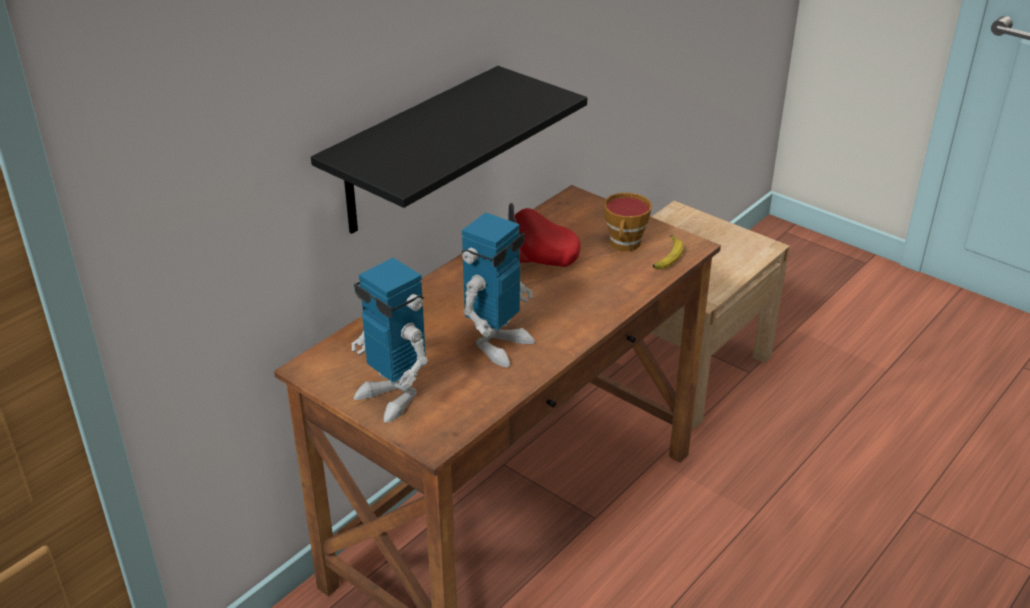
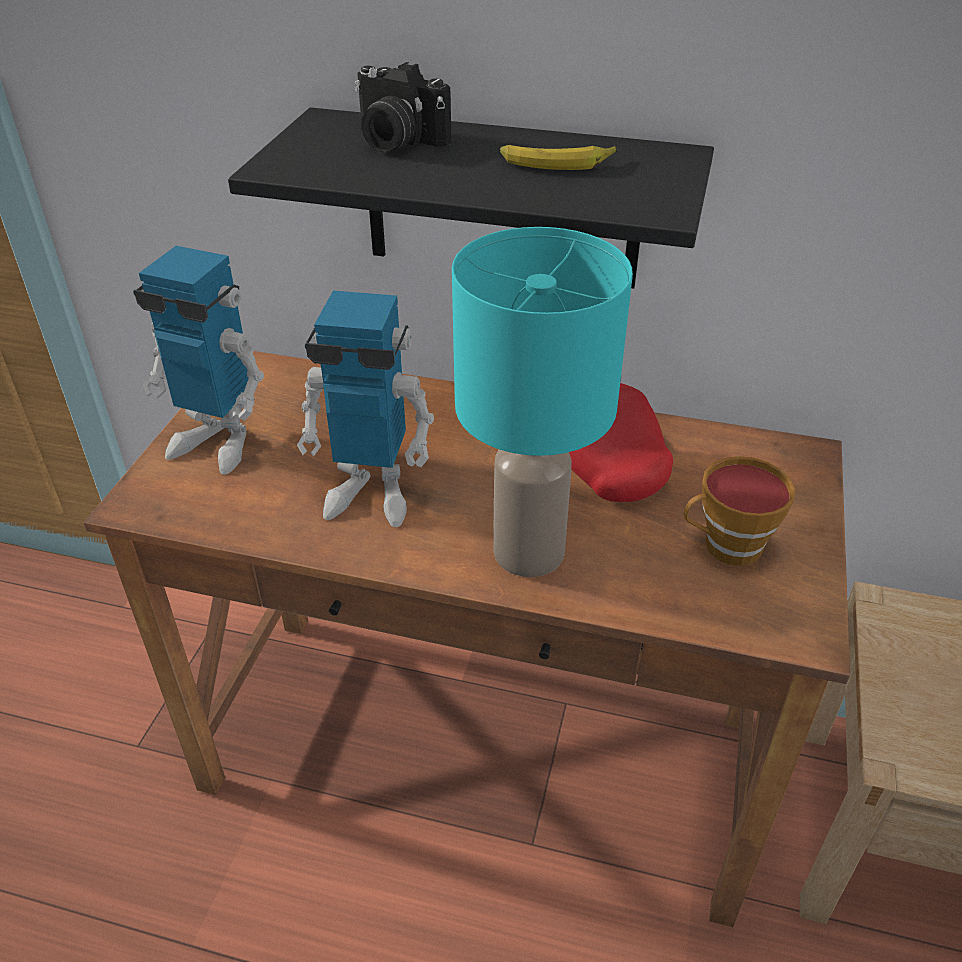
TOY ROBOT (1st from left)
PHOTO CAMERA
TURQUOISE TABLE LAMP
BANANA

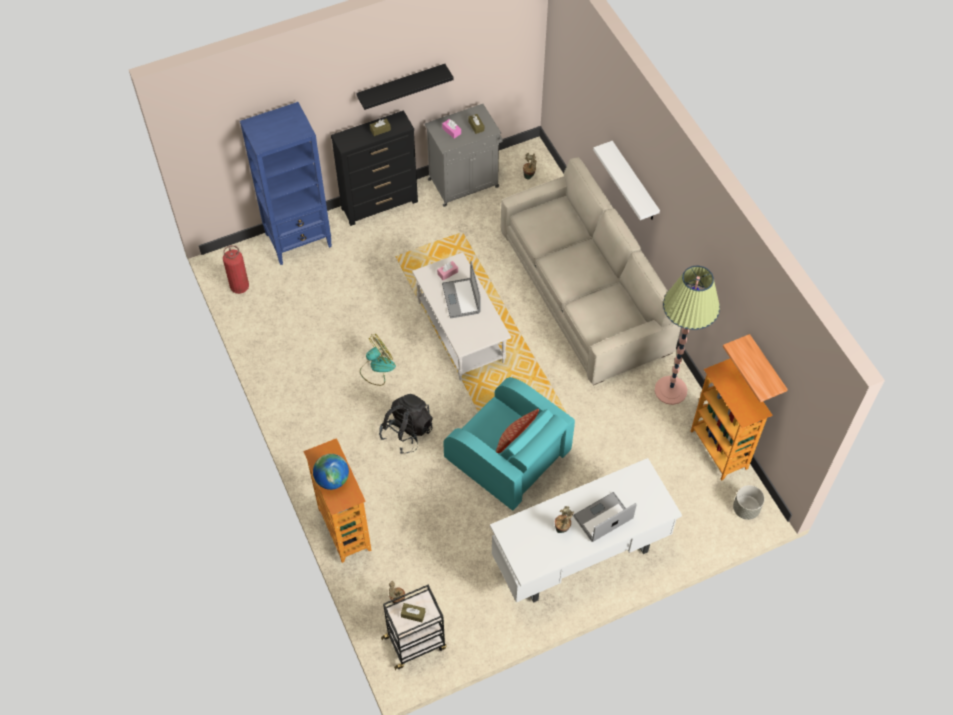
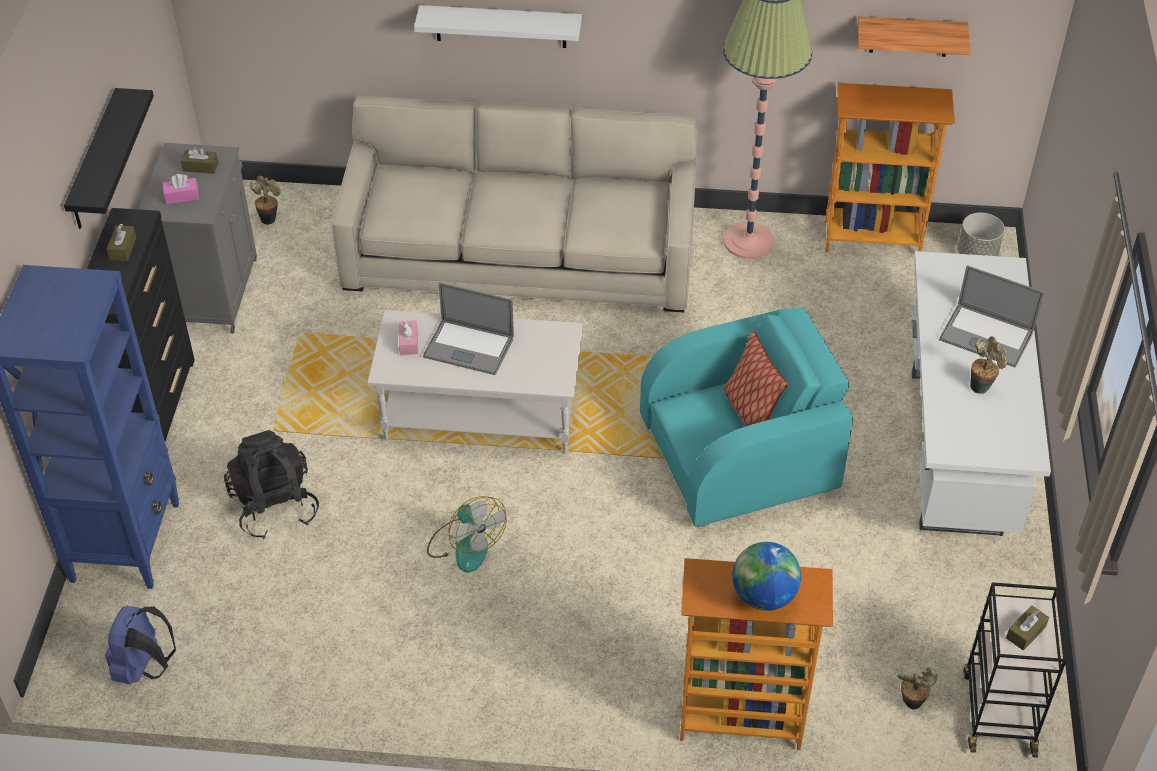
BLUE BACKPACK
BLACK BACKPACK
FAN
LAPTOP (2nd from left)

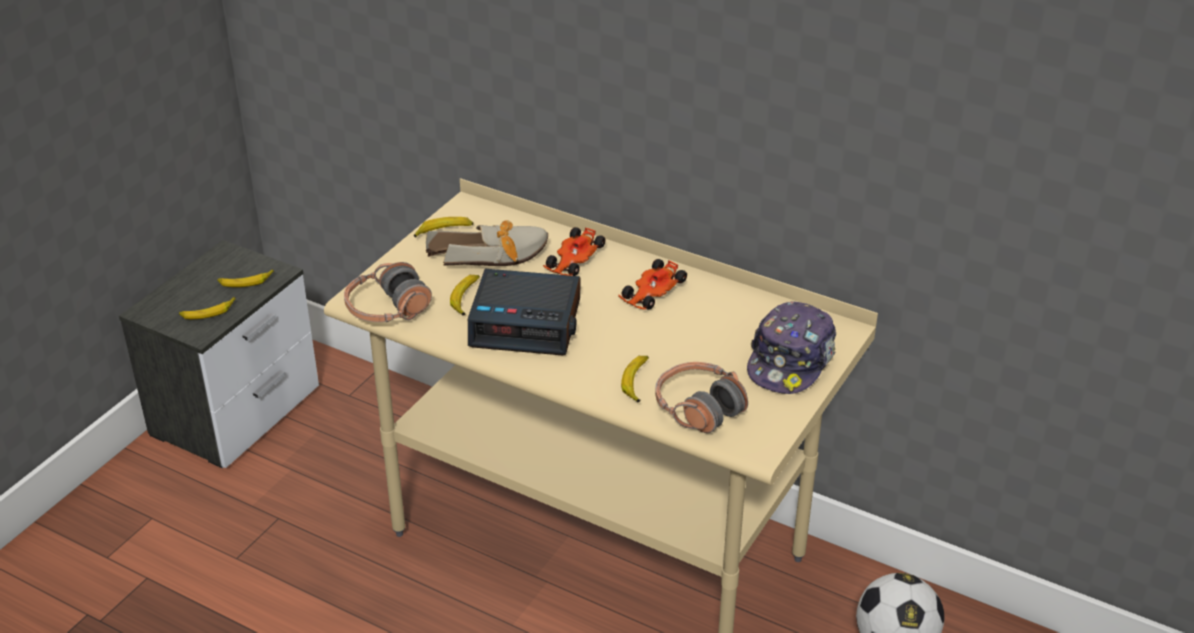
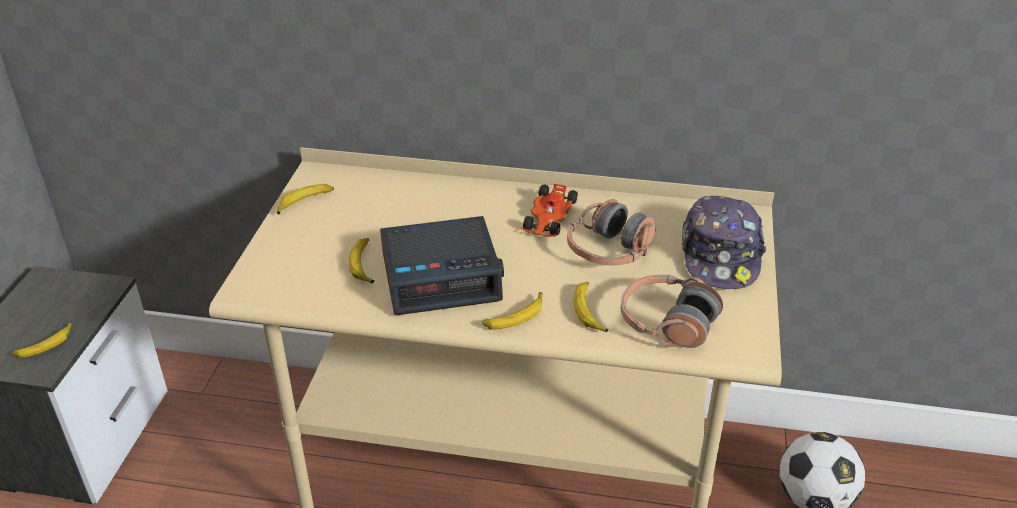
BANANA (4th from left)
HEADPHONES (1st from left)
SHOE
TOY CAR (1st from left in the first image)

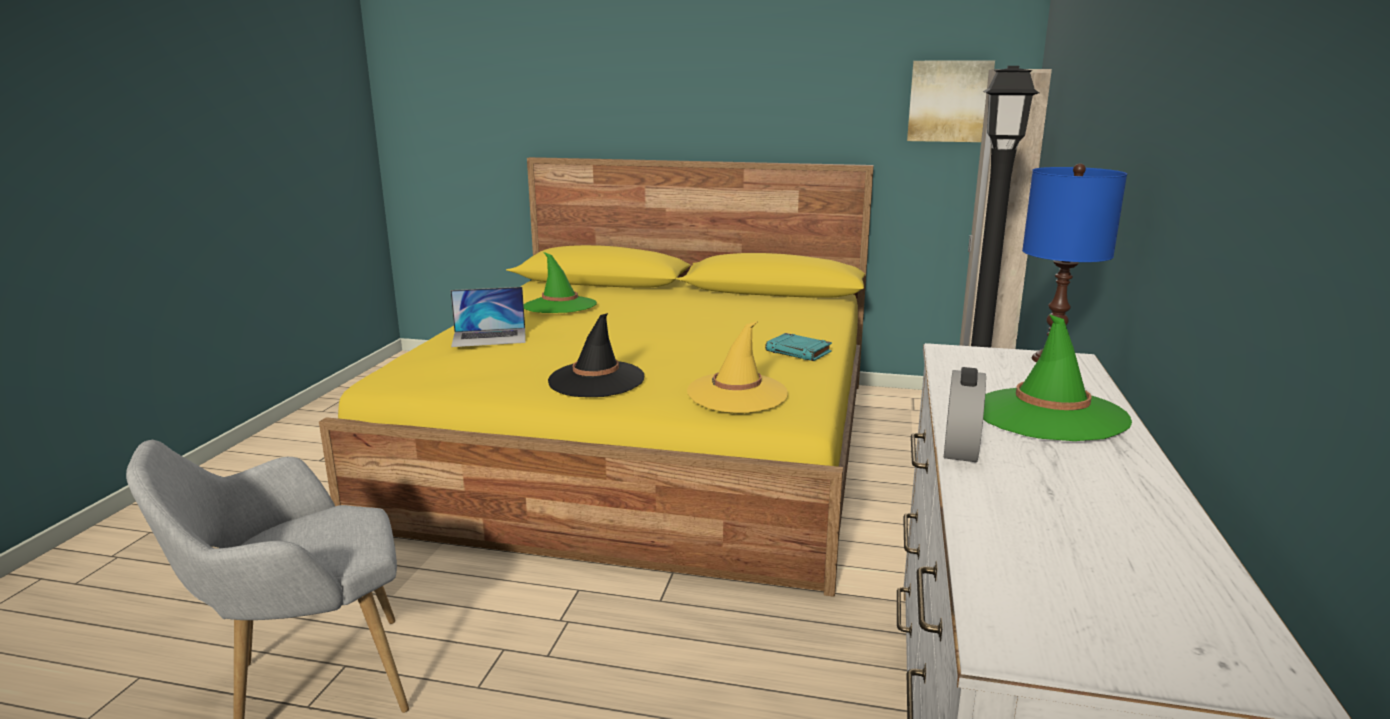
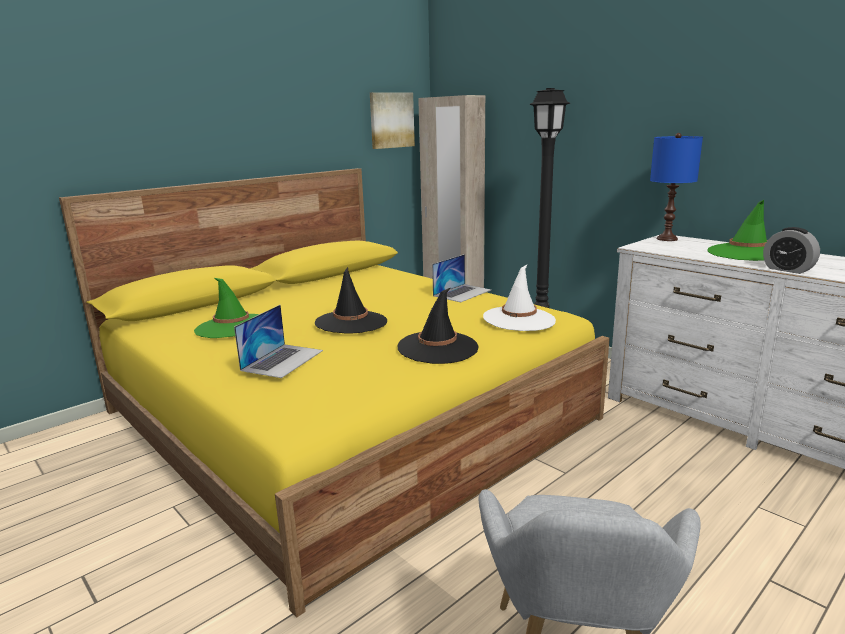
BLACK HAT (1st from left)
LAPTOP (2nd from left)
WHITE HAT

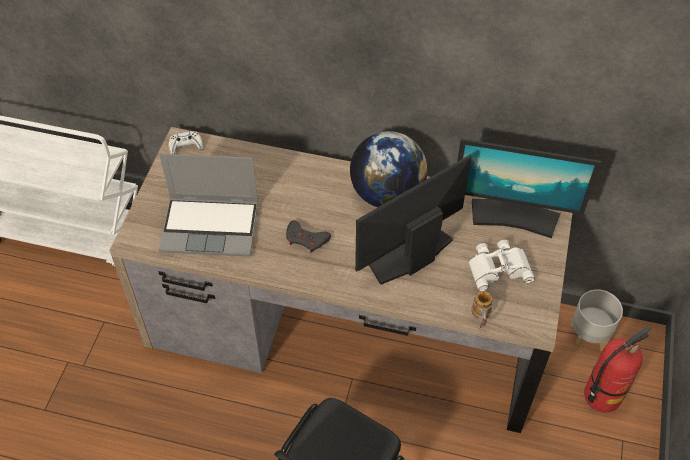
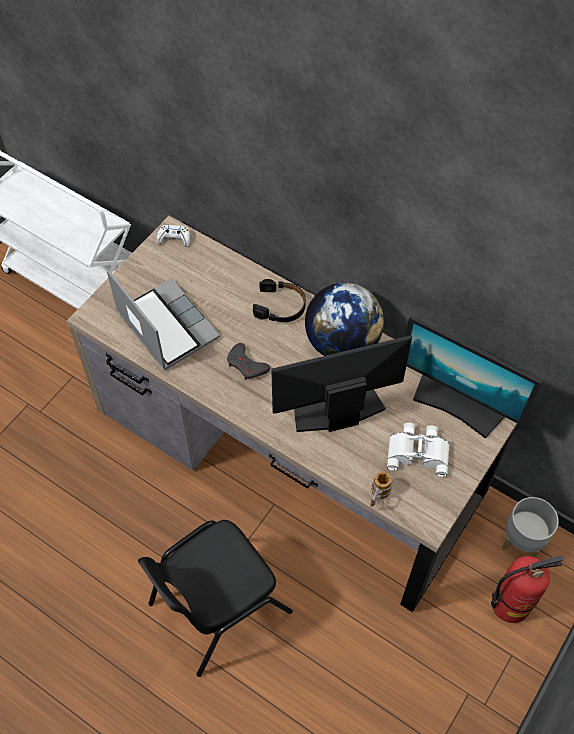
LAPTOP
BLACK HEADPHONES

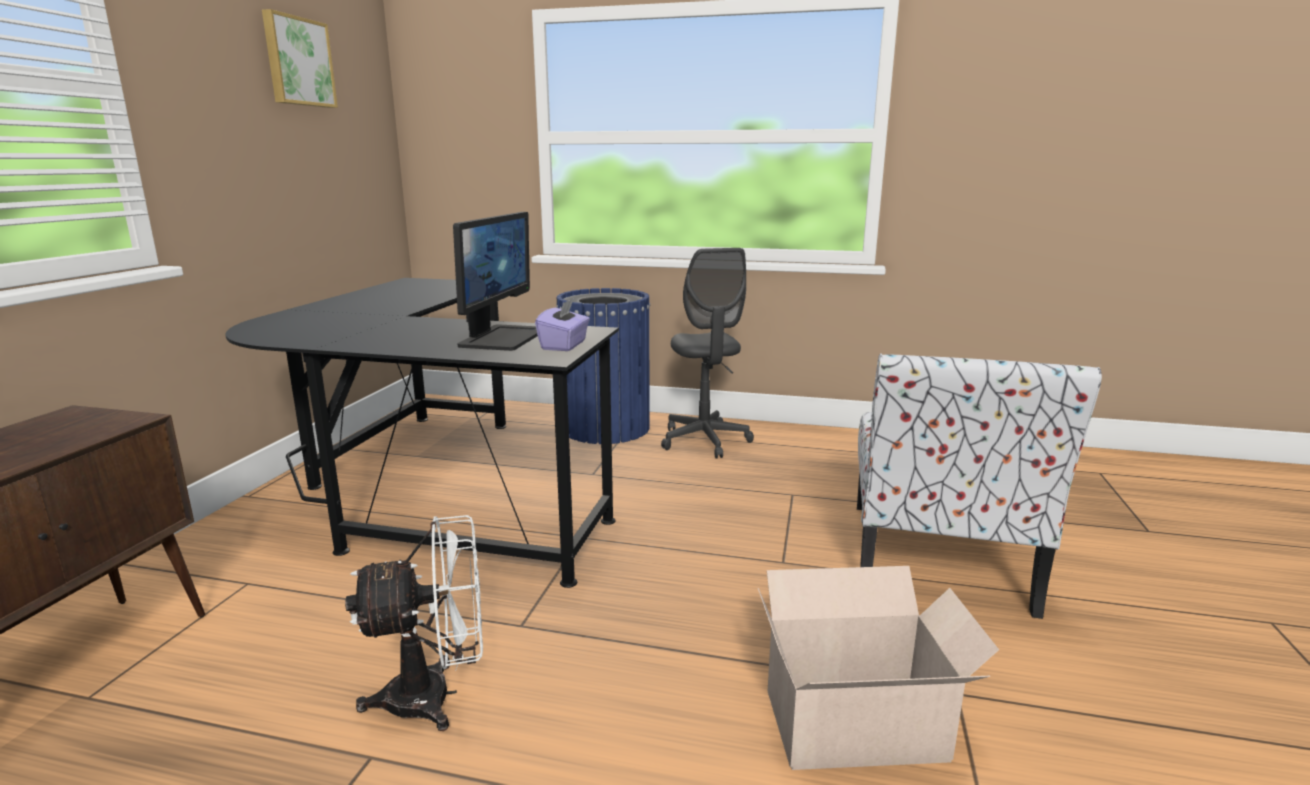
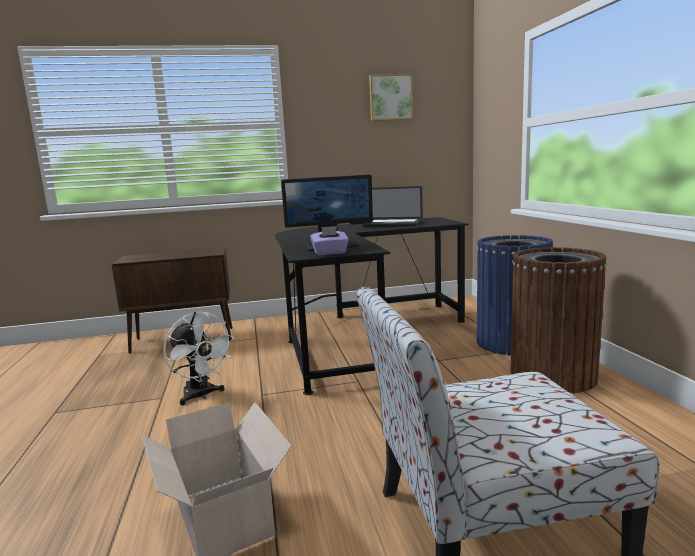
LAPTOP
BROWN TRASH CAN

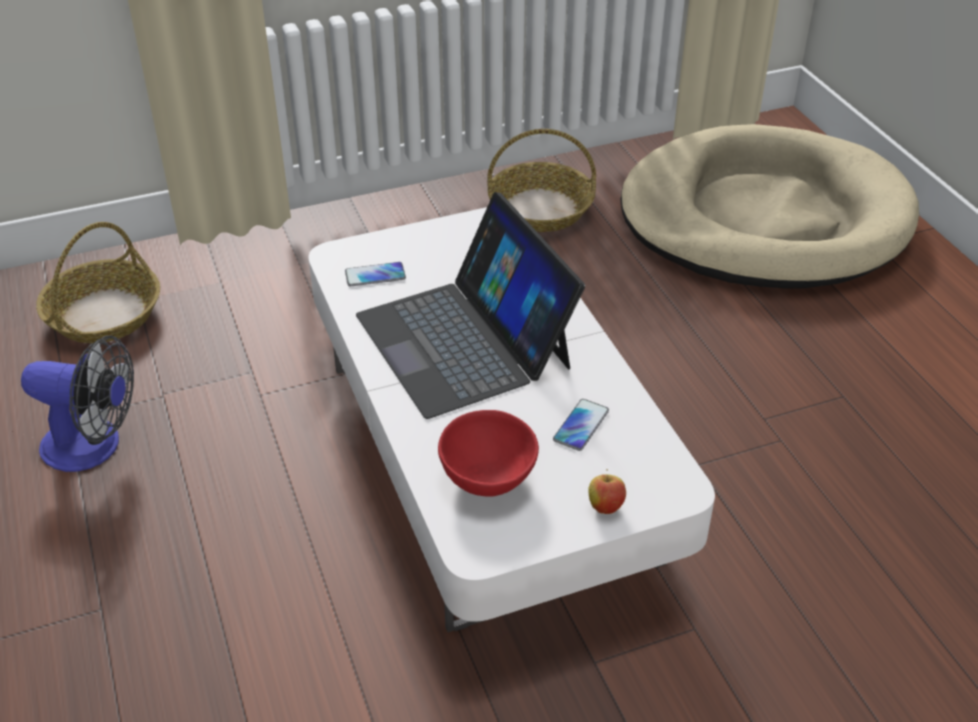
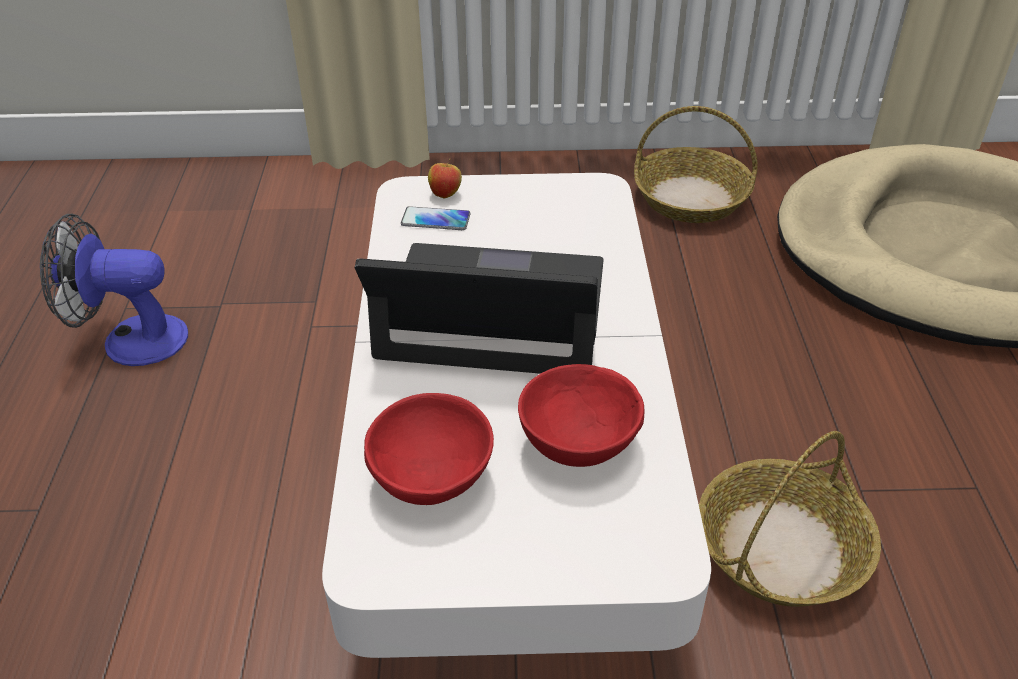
FAN
LAPTOP
APPLE
RED BOWL (2nd from left)
BASKET (2nd from left)

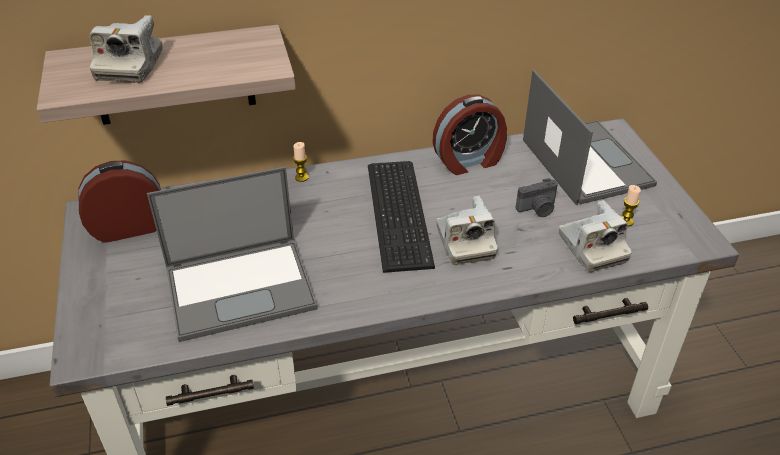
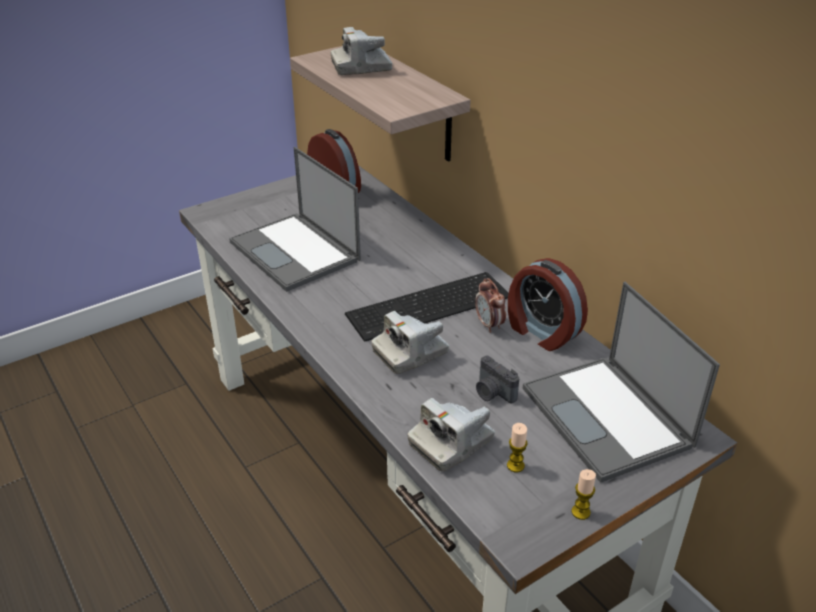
ALARM CLOCK (2nd from left)
LAPTOP (2nd from left)
CANDLE (2nd from left)

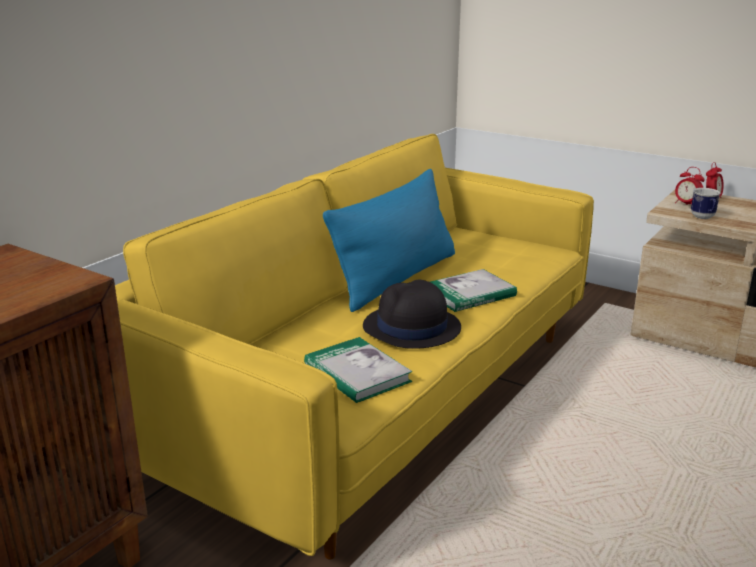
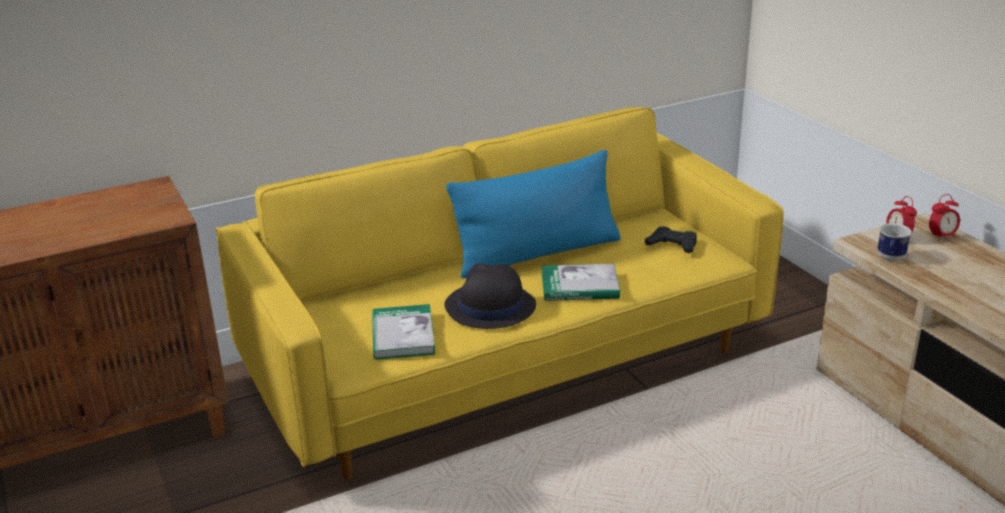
BLACK GAME CONTROLLER

